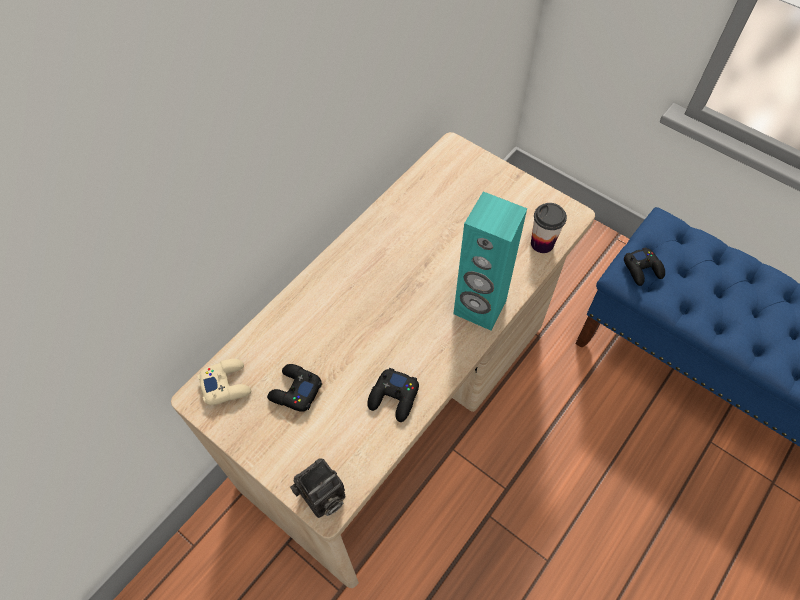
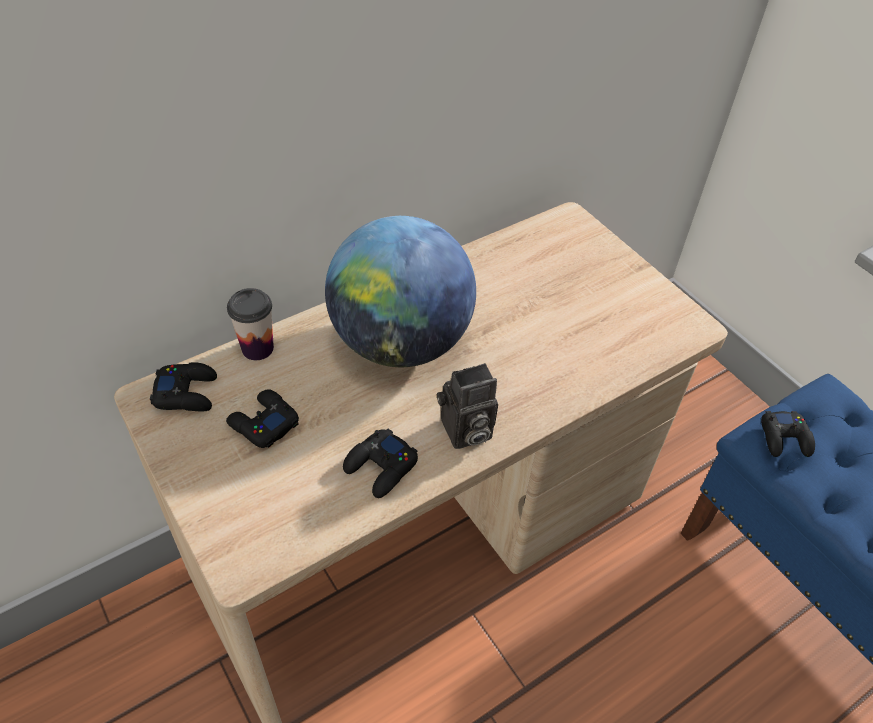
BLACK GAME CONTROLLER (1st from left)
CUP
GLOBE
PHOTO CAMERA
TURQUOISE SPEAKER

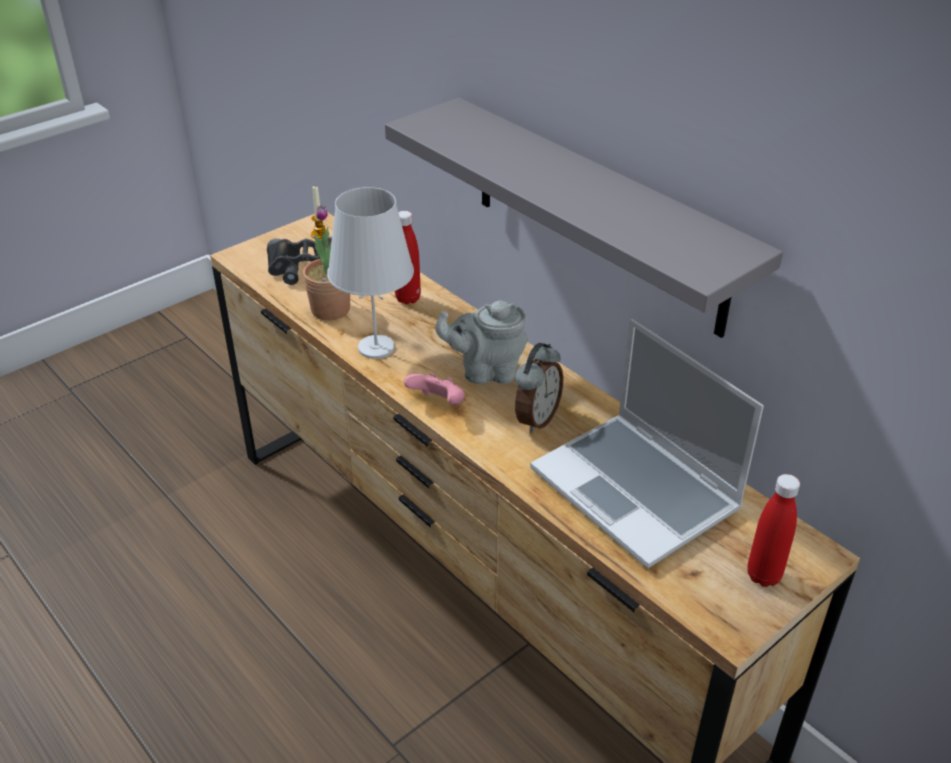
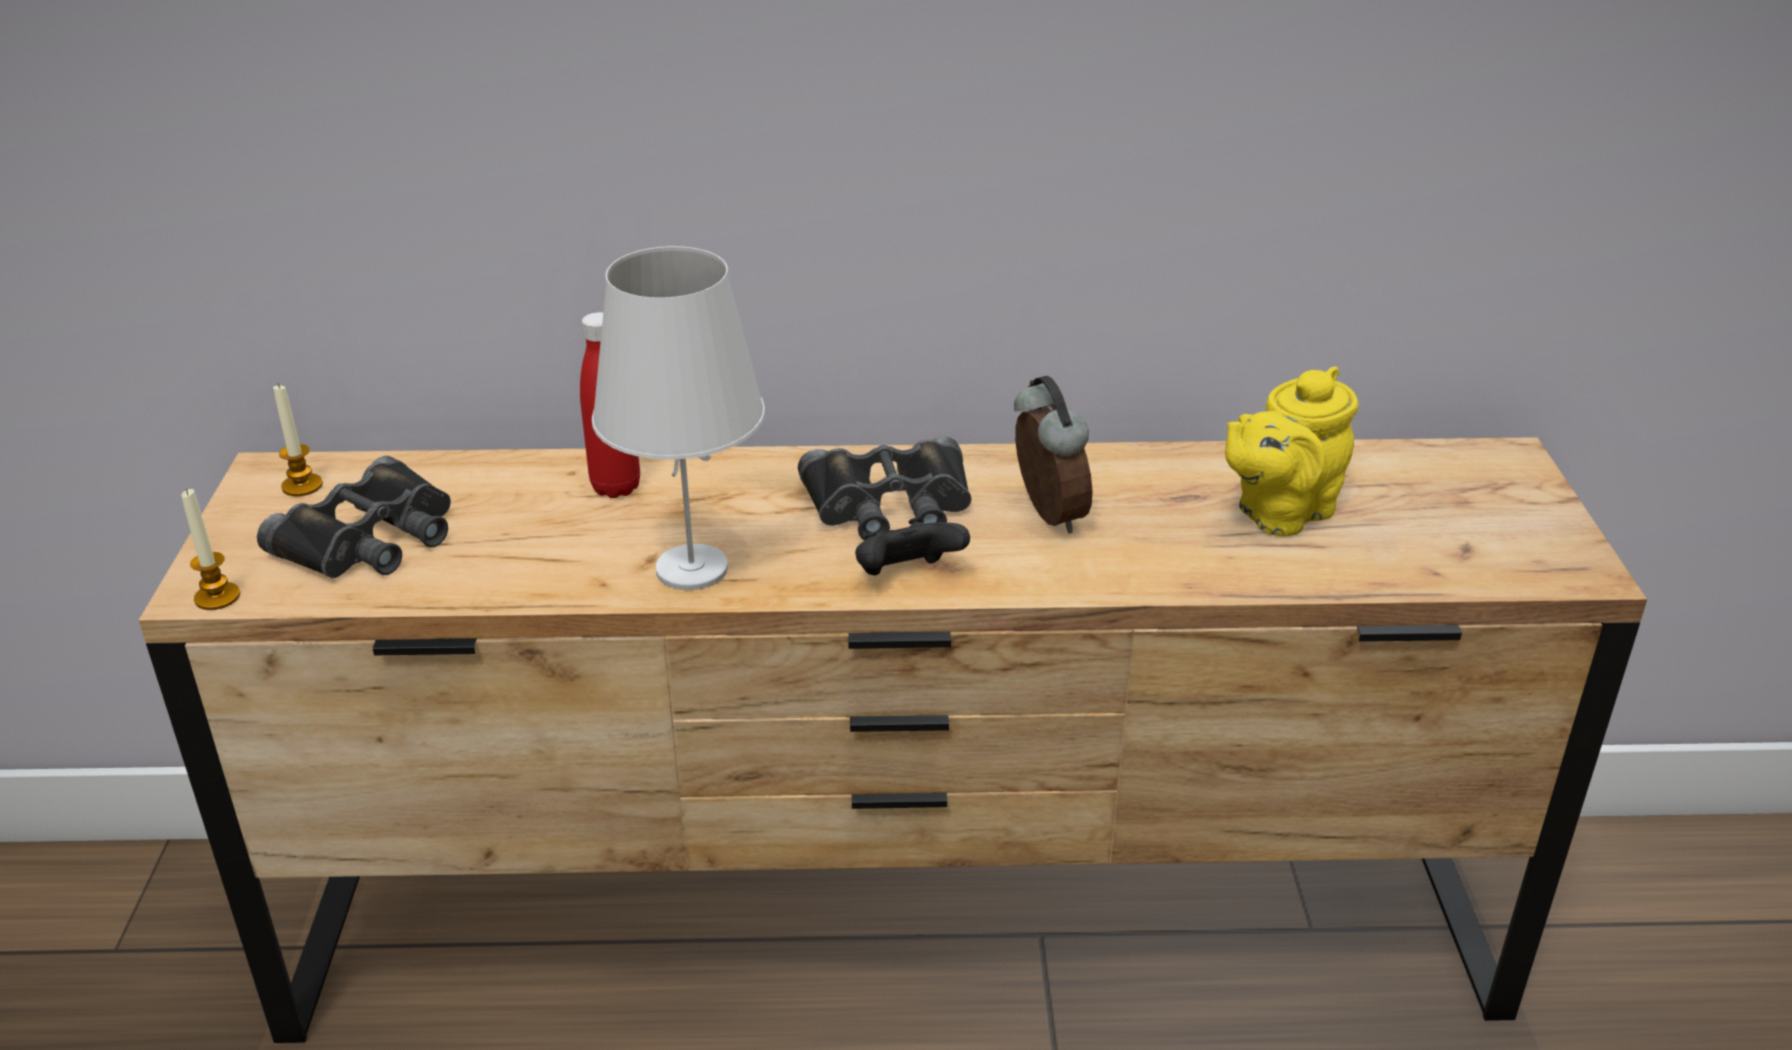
CANDLE (1st from left)
BLACK BINOCULARS (2nd from left)
BLACK GAME CONTROLLER
YELLOW TEAPOT
POTTED PLANT
GREY SHELF
RED BOTTLE (2nd from left in the first image)

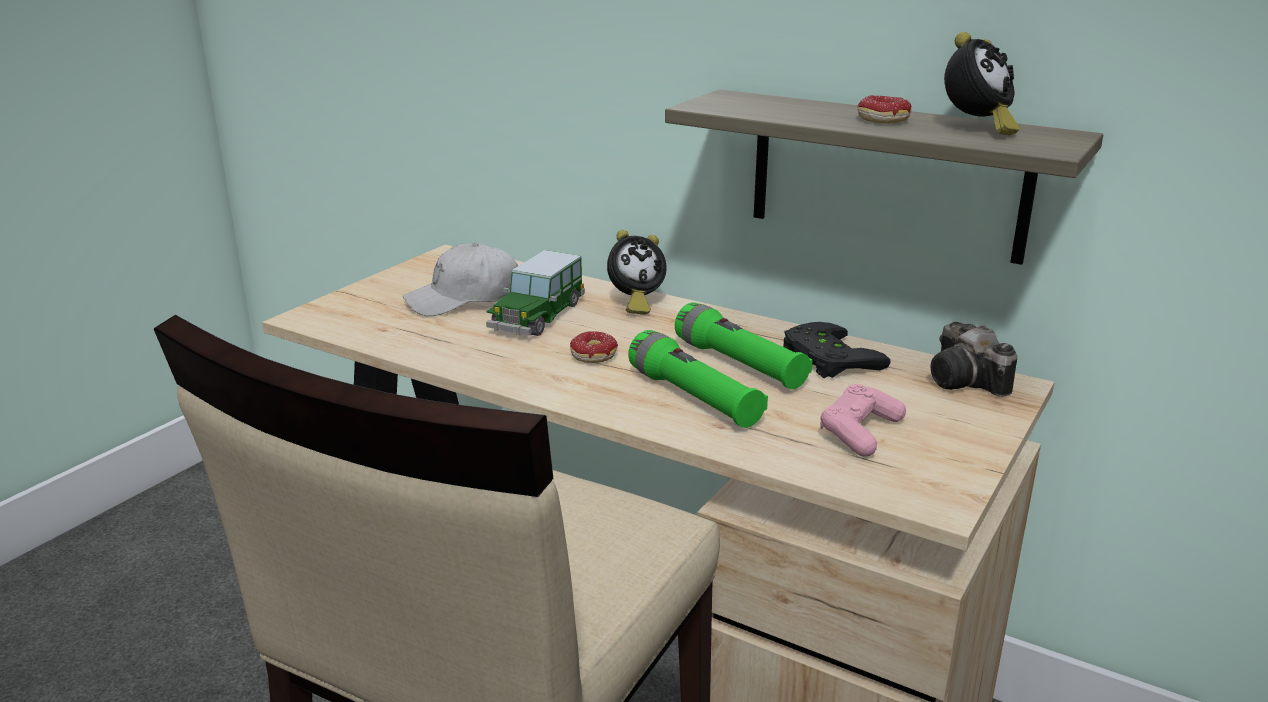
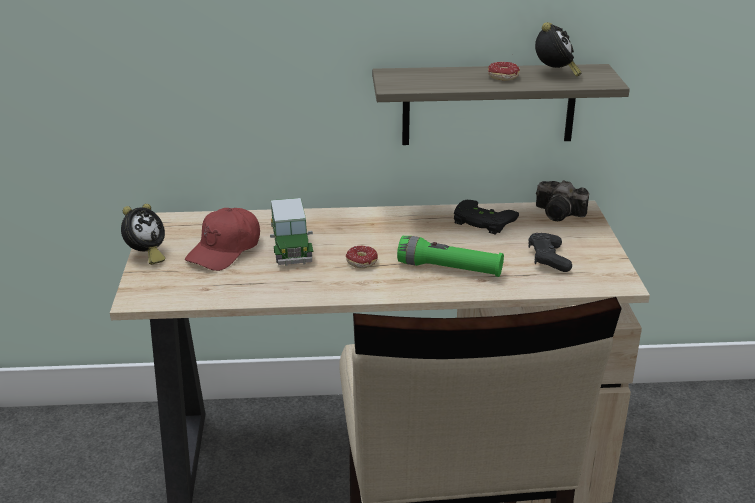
ALARM CLOCK (1st from left)
RED CAP
BLACK GAME CONTROLLER (2nd from left)
GREEN FLASHLIGHT (2nd from left in the first image)

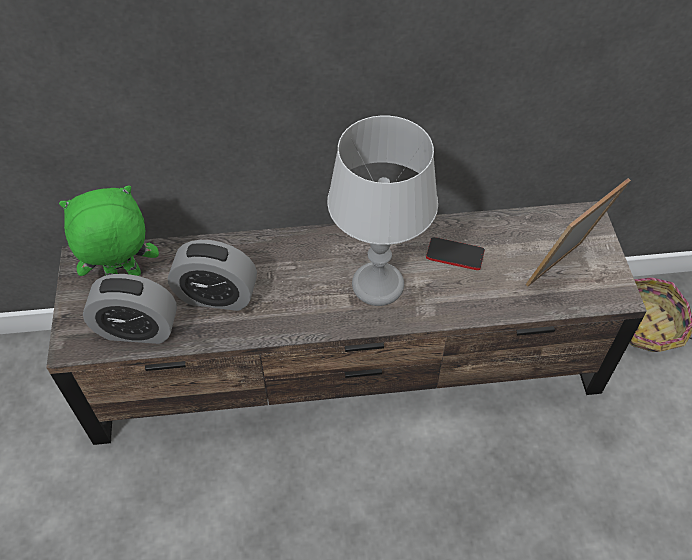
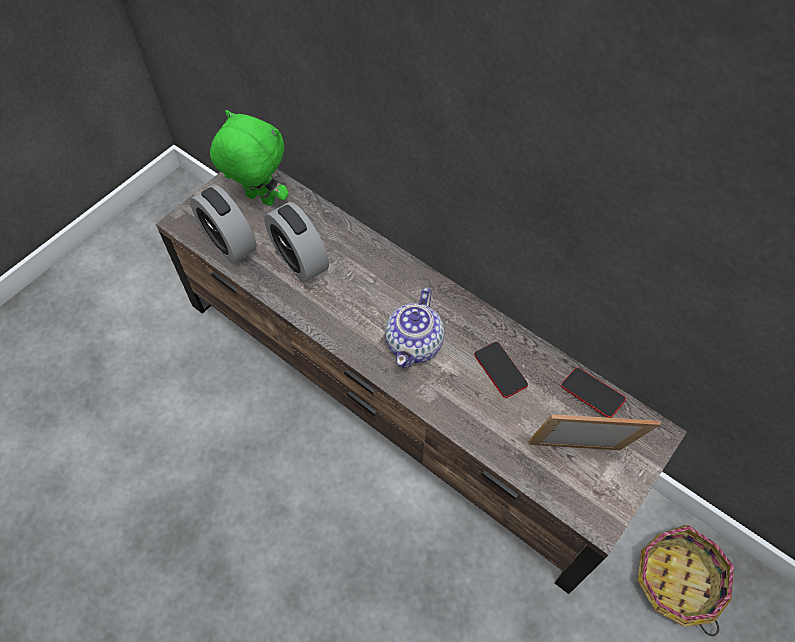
TEAPOT
PHONE (2nd from left)

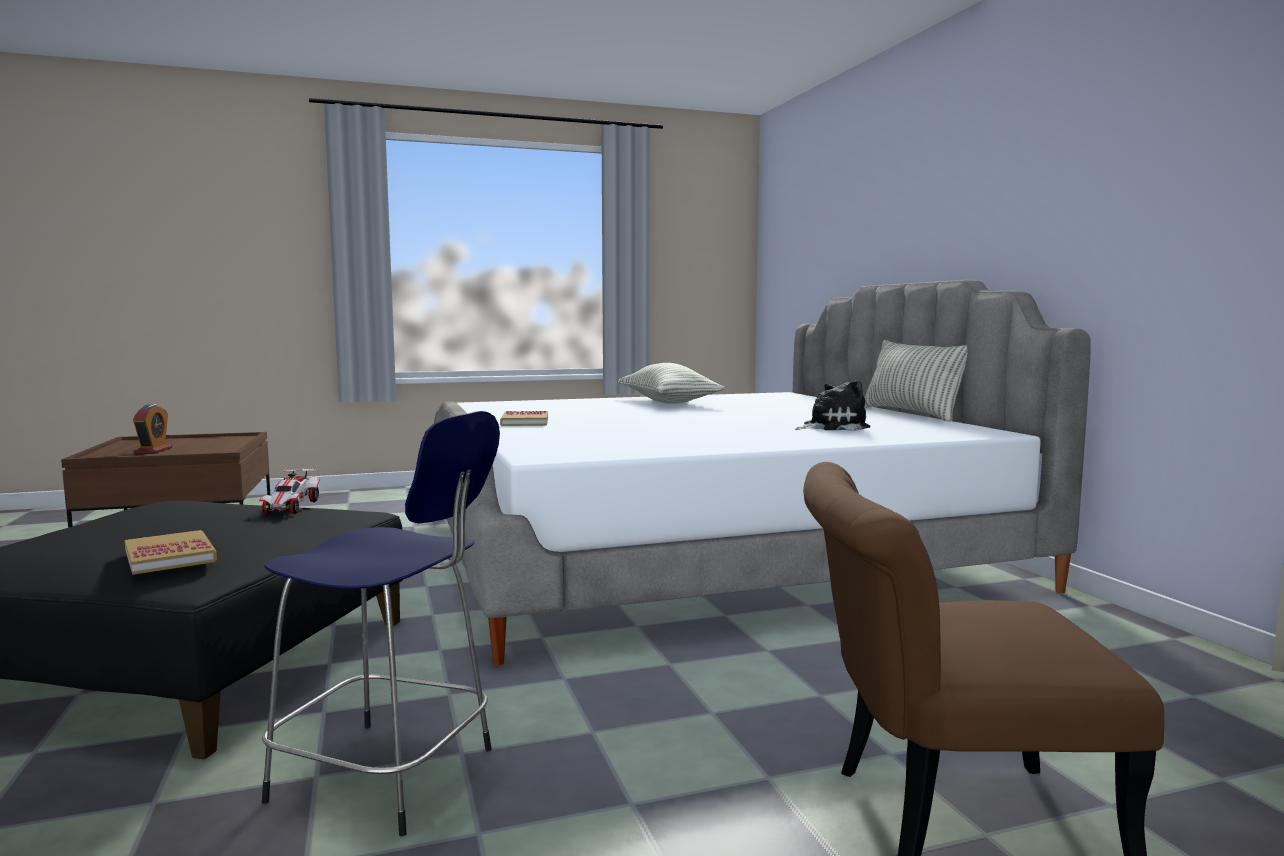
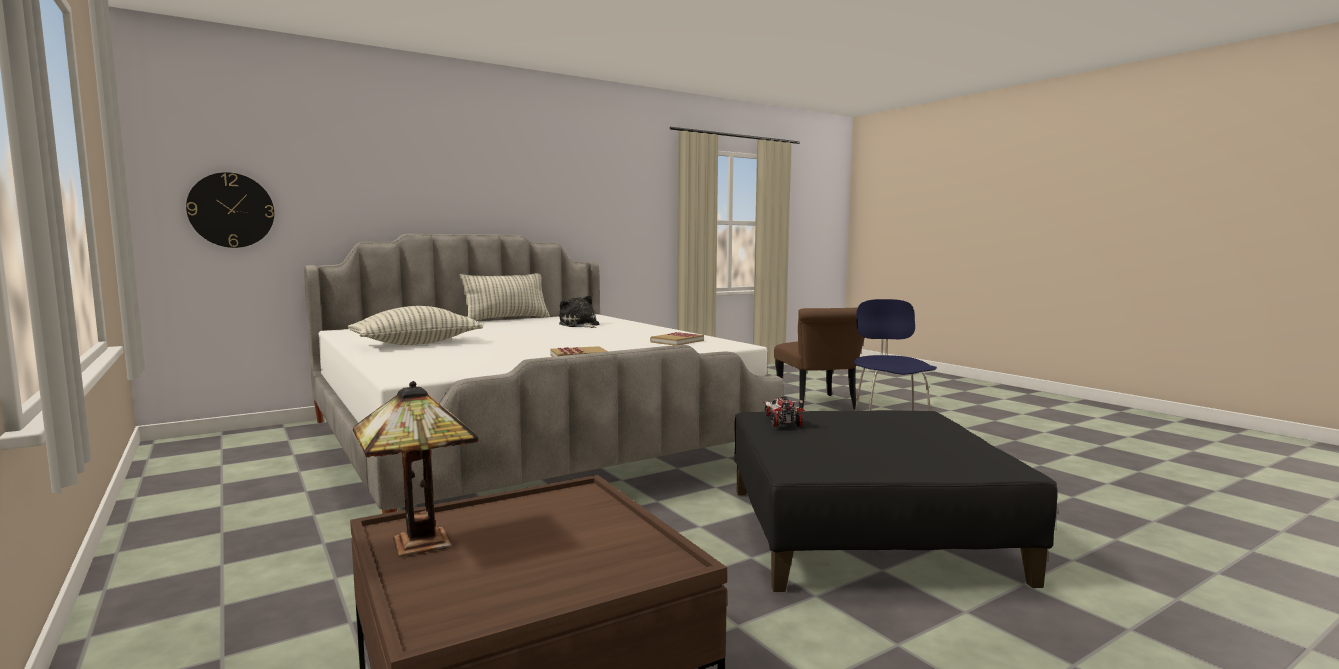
WALL CLOCK
TABLE LAMP
BOOK (2nd from left)
TOY CAR
ALARM CLOCK

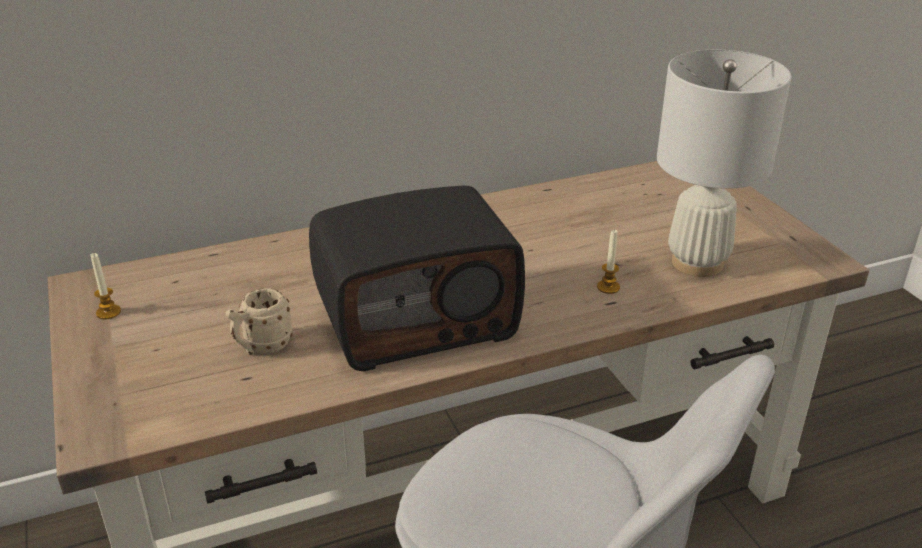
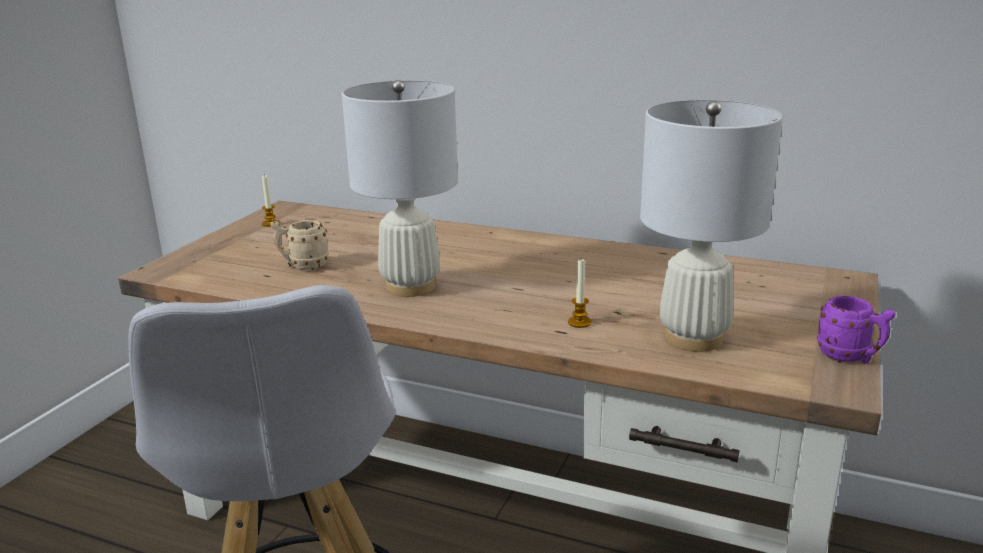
WHITE TABLE LAMP (1st from left)
PURPLE MUG

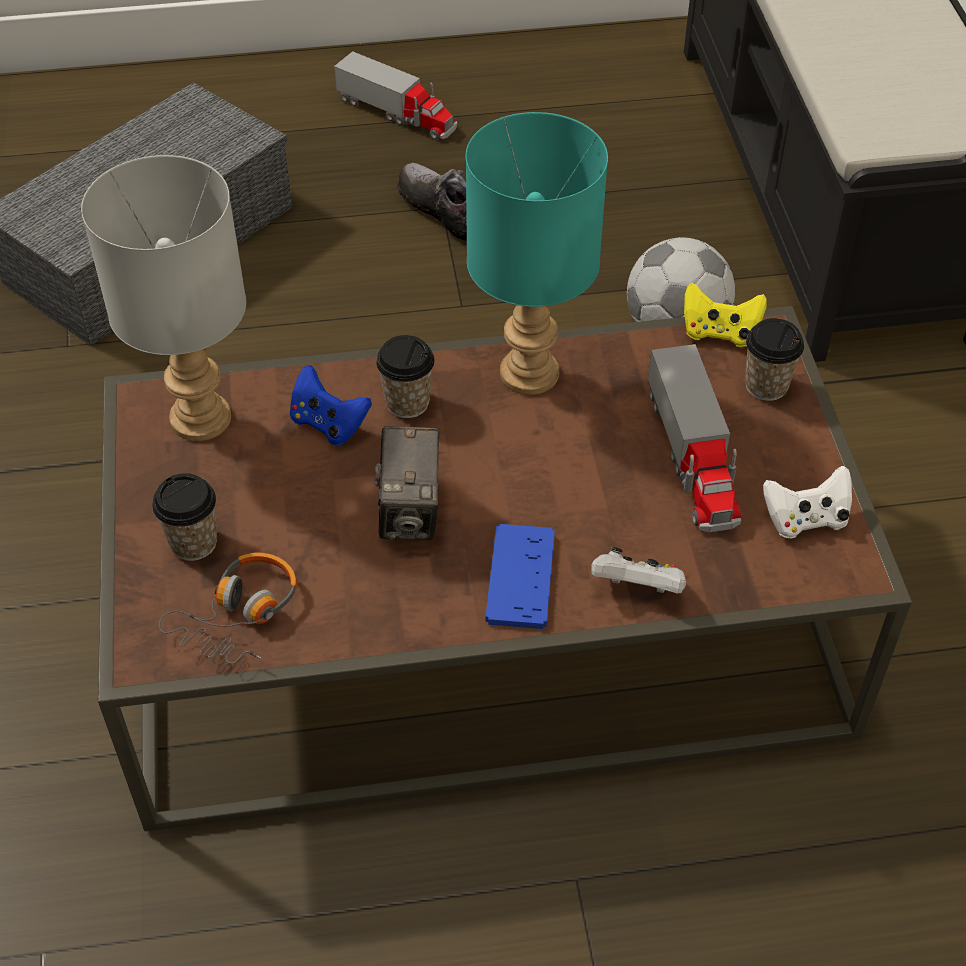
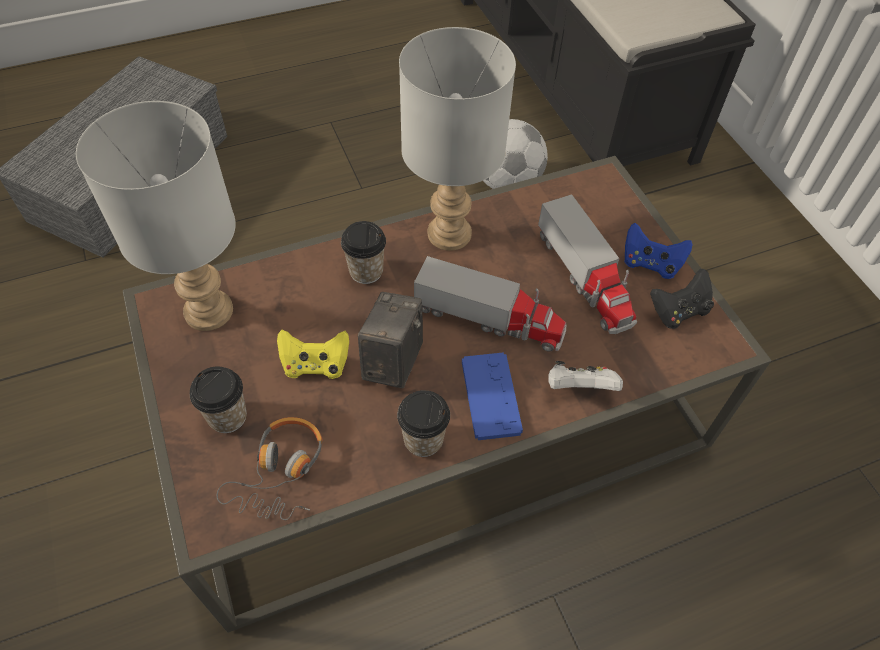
YELLOW GAME CONTROLLER
PHOTO CAMERA
CUP (3rd from left)
GREY TABLE LAMP (2nd from left)
TOY TRUCK (1st from left)
BLUE GAME CONTROLLER (2nd from left)
BLACK GAME CONTROLLER
SHOE

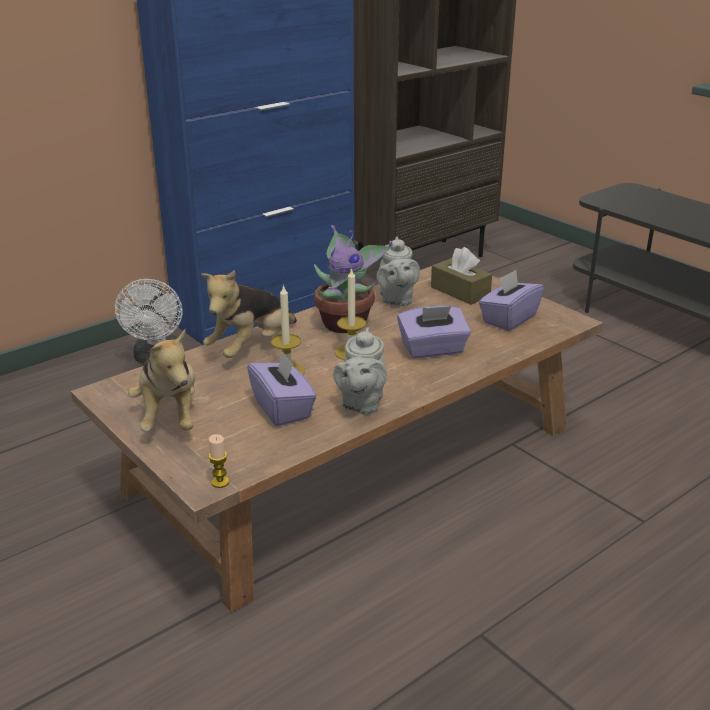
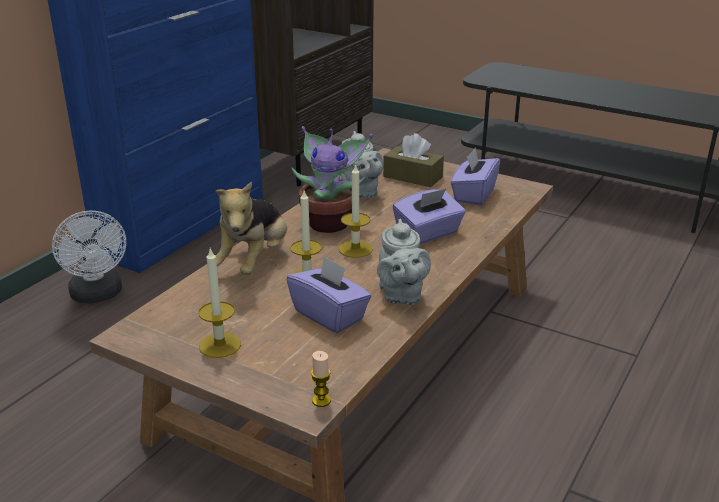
CANDLE (1st from left)

